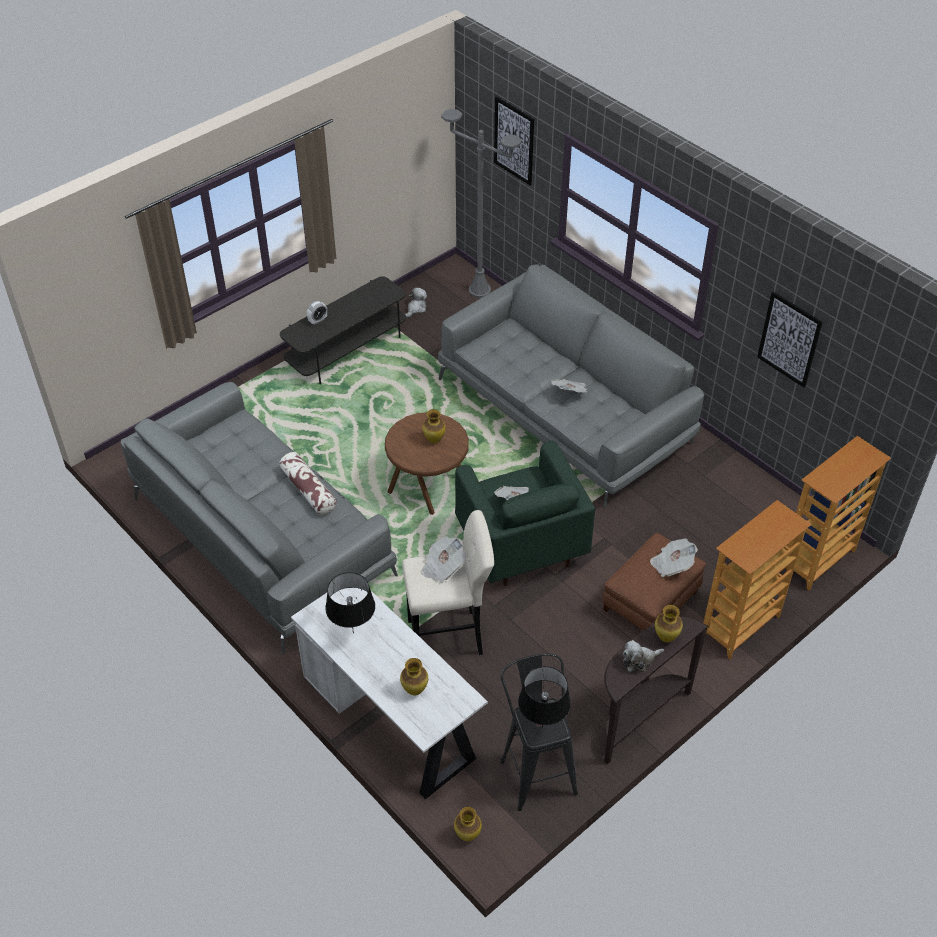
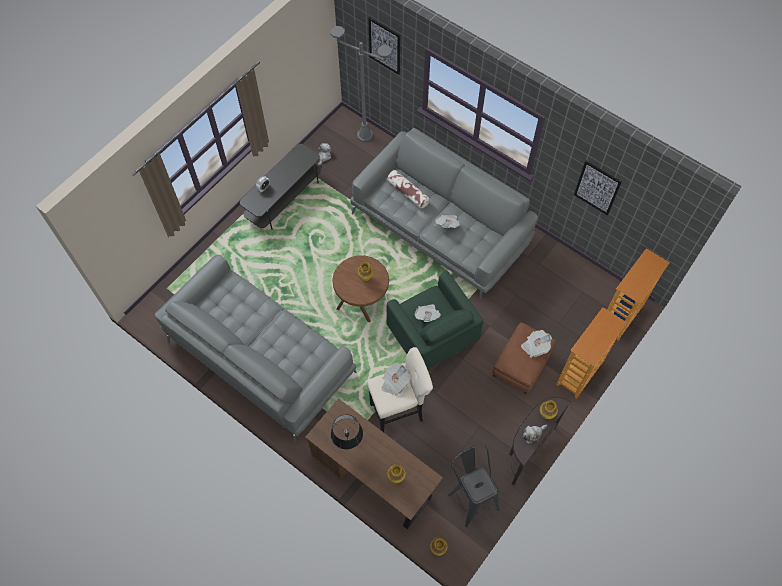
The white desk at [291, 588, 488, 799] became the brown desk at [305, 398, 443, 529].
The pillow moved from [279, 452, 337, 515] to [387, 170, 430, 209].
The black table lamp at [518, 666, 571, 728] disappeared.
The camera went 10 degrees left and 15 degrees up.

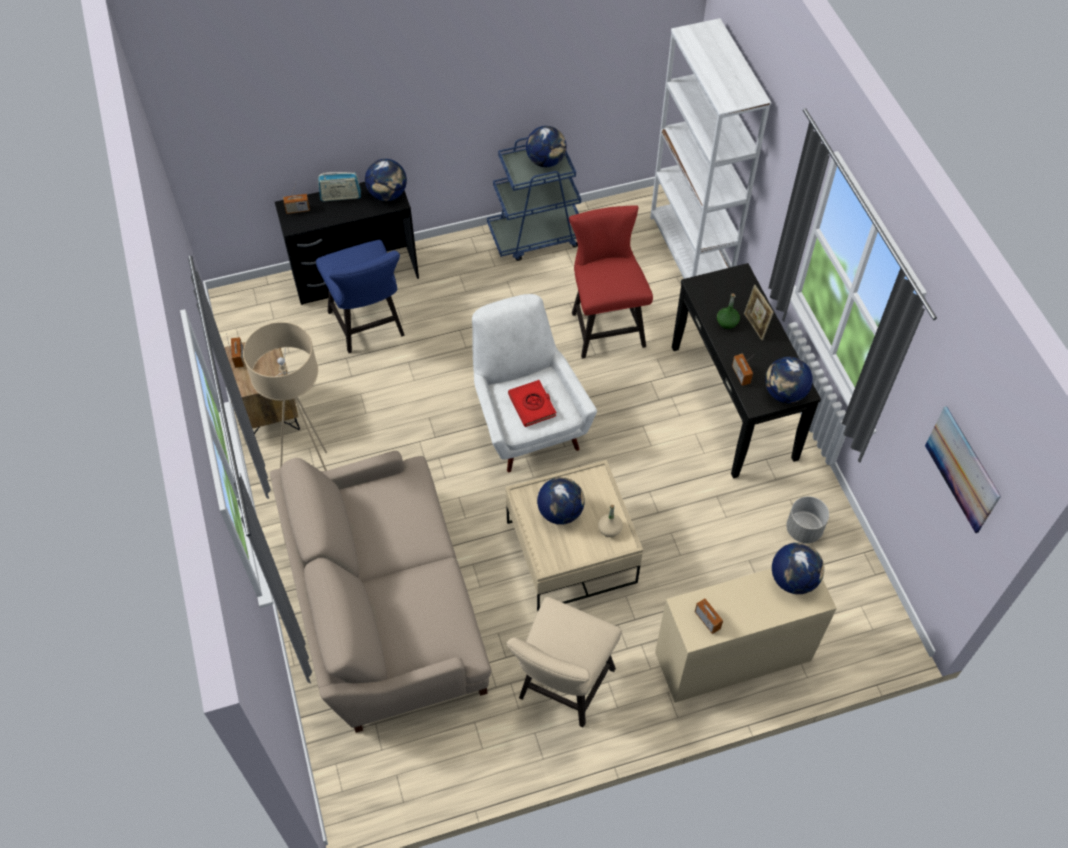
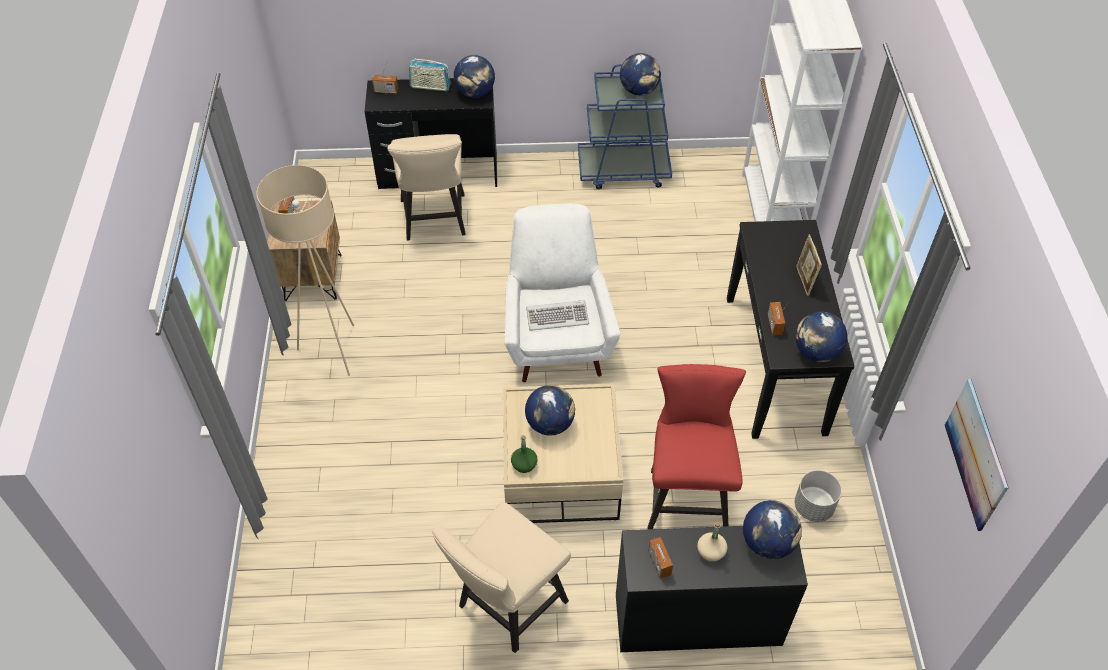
The blue chair at [316, 240, 404, 353] became the beige chair at [387, 134, 465, 241].
The green bottle moved from [717, 293, 740, 329] to [511, 435, 538, 473].
The red book at [508, 380, 556, 427] was replaced by the keyboard at [526, 300, 589, 331].
The beige desk at [655, 568, 837, 703] became the black desk at [616, 526, 808, 652].
The red chair moved from [569, 205, 653, 359] to [648, 364, 746, 529].
The beige bottle moved from [598, 505, 623, 537] to [697, 522, 727, 562].
The beige sofa at [270, 451, 491, 733] disappeared.
The camera went 15 degrees right and 5 degrees down.

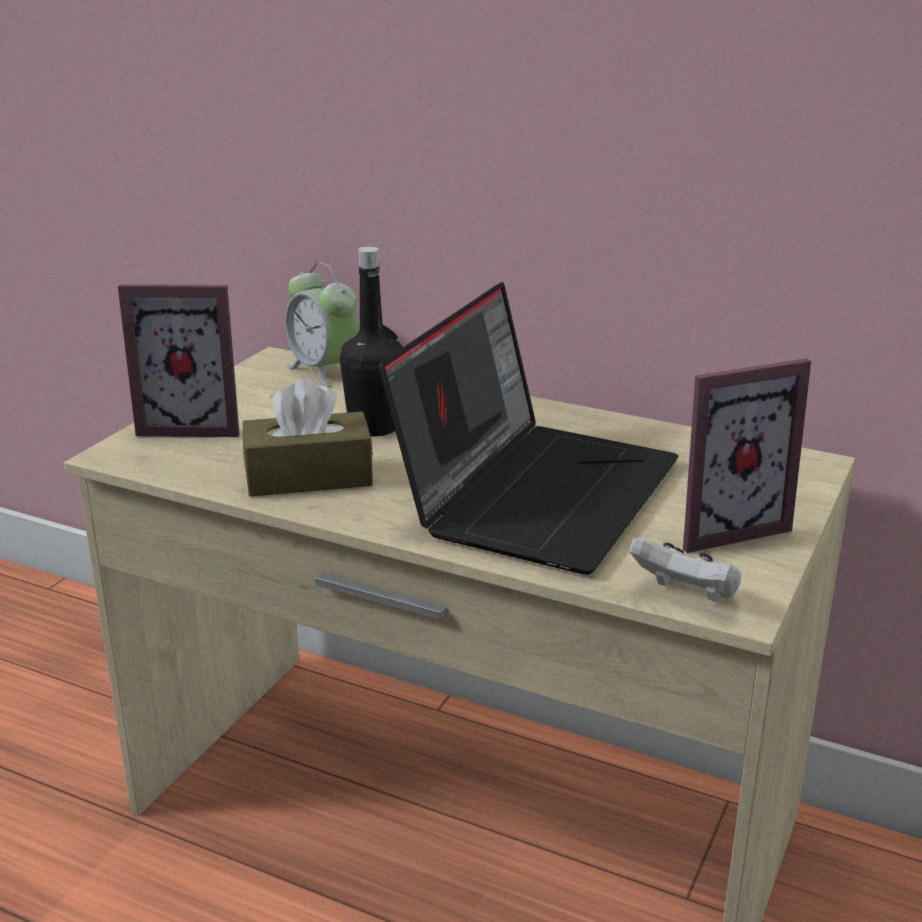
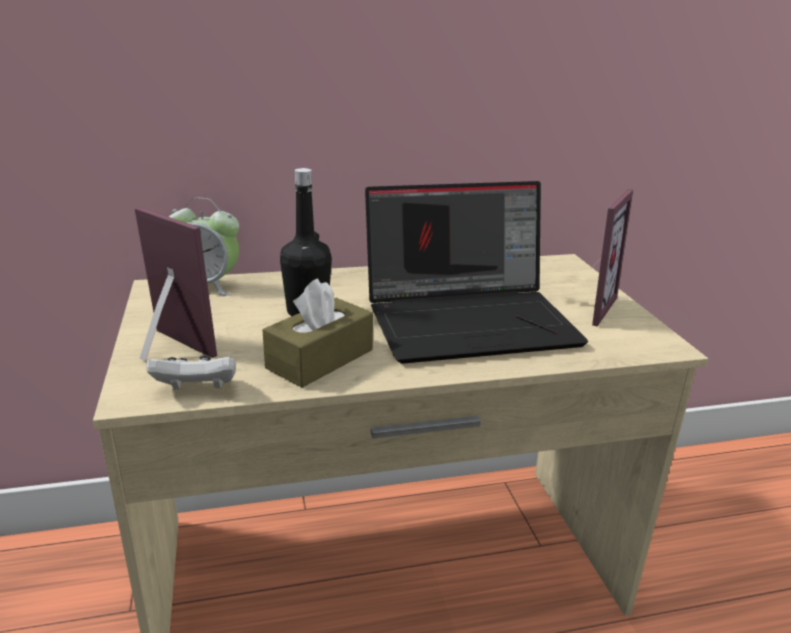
The picture frame at [118, 284, 239, 437] turned 105 degrees counterclockwise.
The white game controller moved from [629, 537, 741, 602] to [146, 355, 236, 390].
The laptop at [379, 282, 679, 575] turned 90 degrees clockwise.
The camera went 40 degrees left and 0 degrees up.

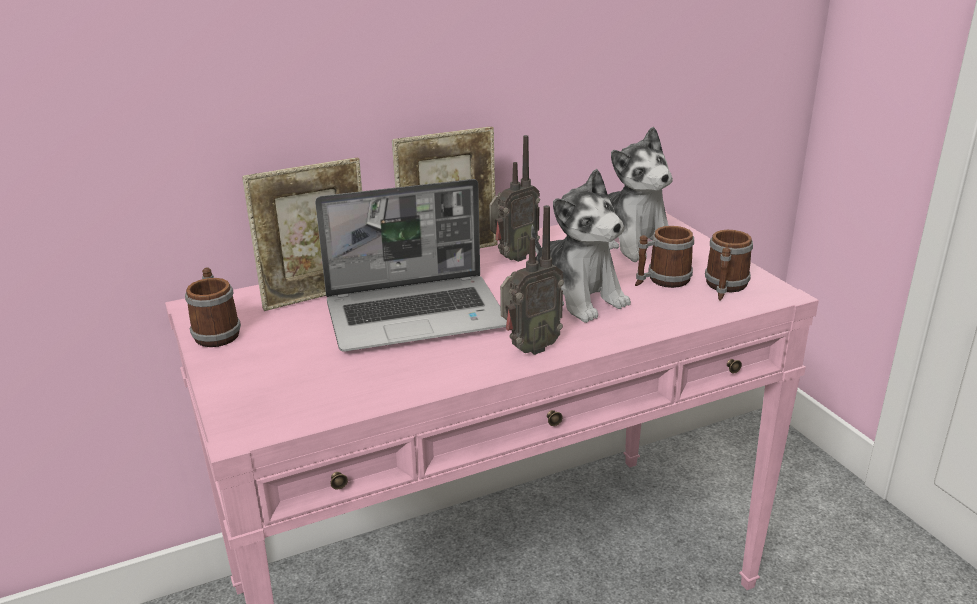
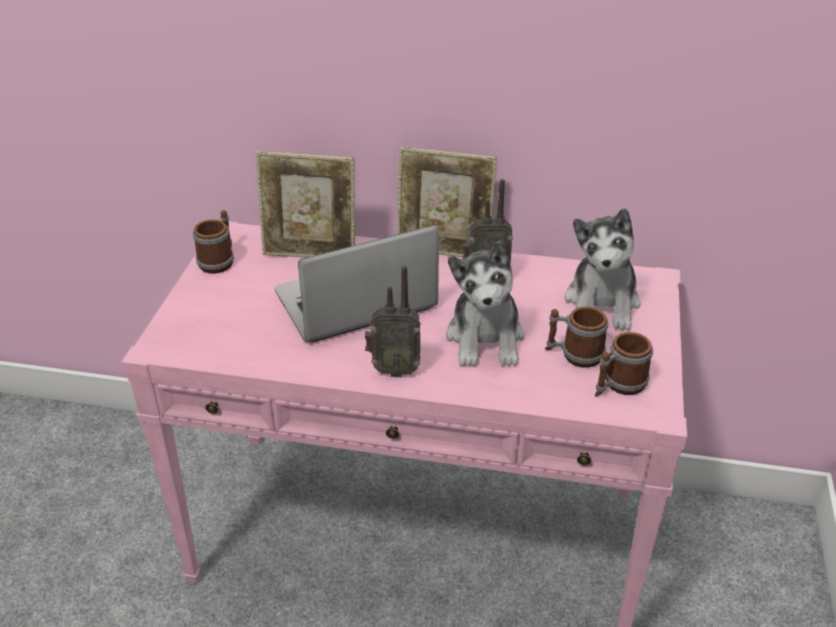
The laptop at [315, 179, 507, 352] turned 135 degrees clockwise.
The camera went 35 degrees right and 10 degrees up.

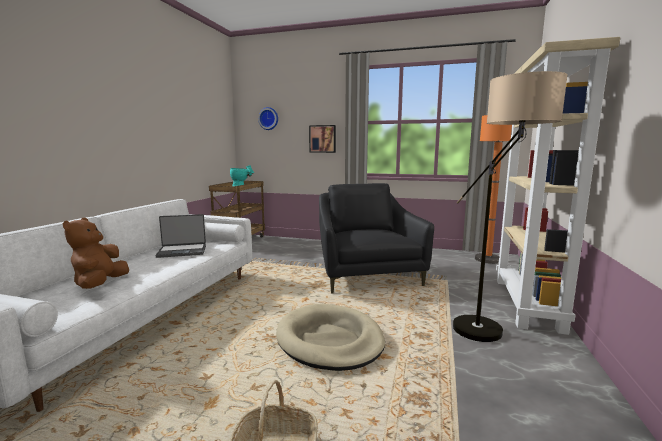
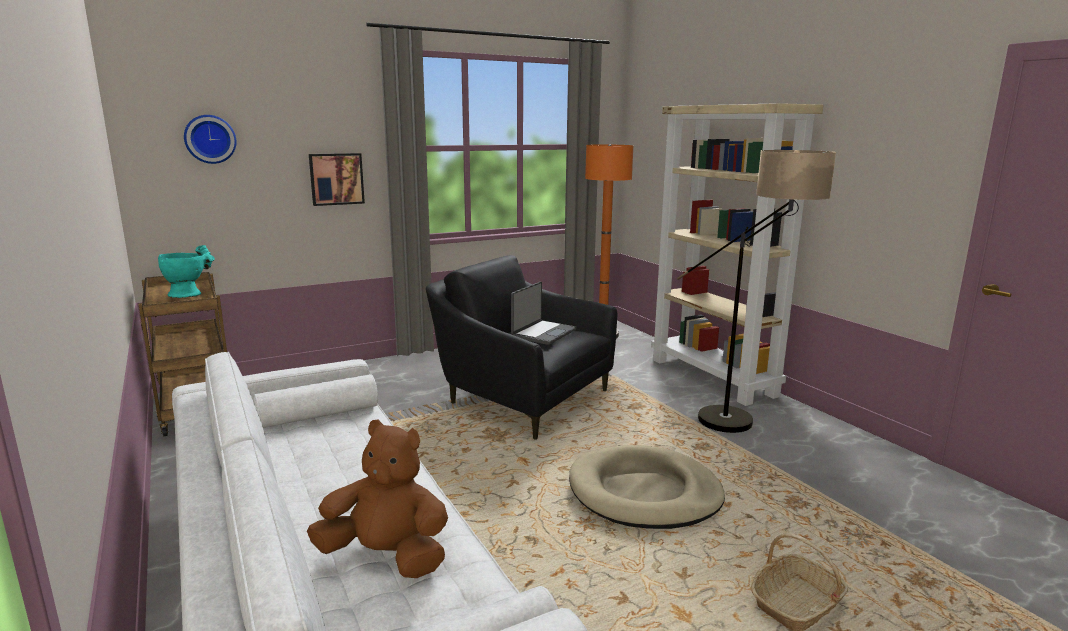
The brown plush toy at [63, 218, 129, 289] turned 150 degrees clockwise.
The laptop moved from [155, 214, 206, 258] to [511, 282, 577, 345].
The camera went 45 degrees left and 5 degrees up.

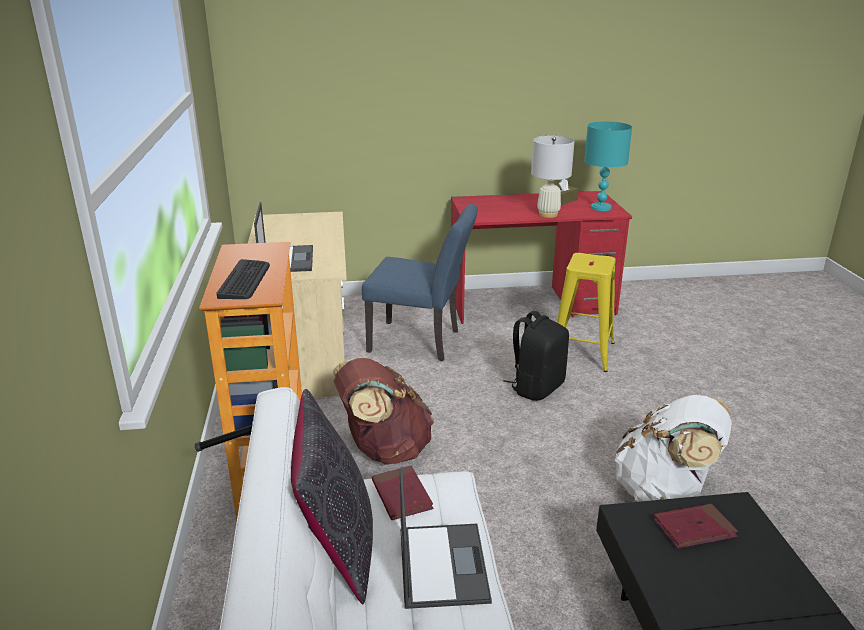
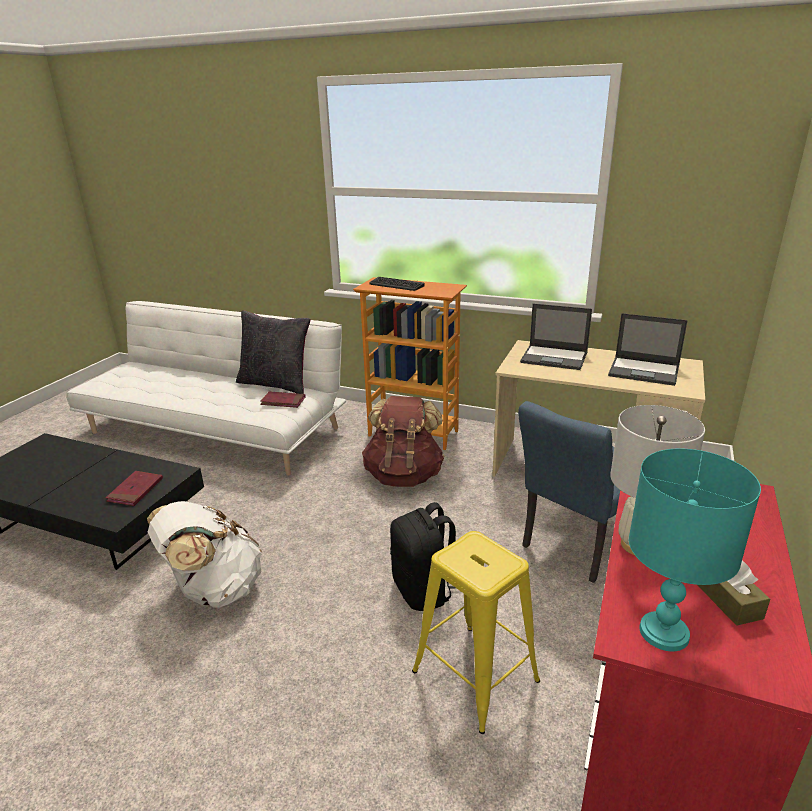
The laptop moved from [400, 467, 492, 609] to [608, 313, 688, 386].
The camera went 120 degrees right and 0 degrees up.

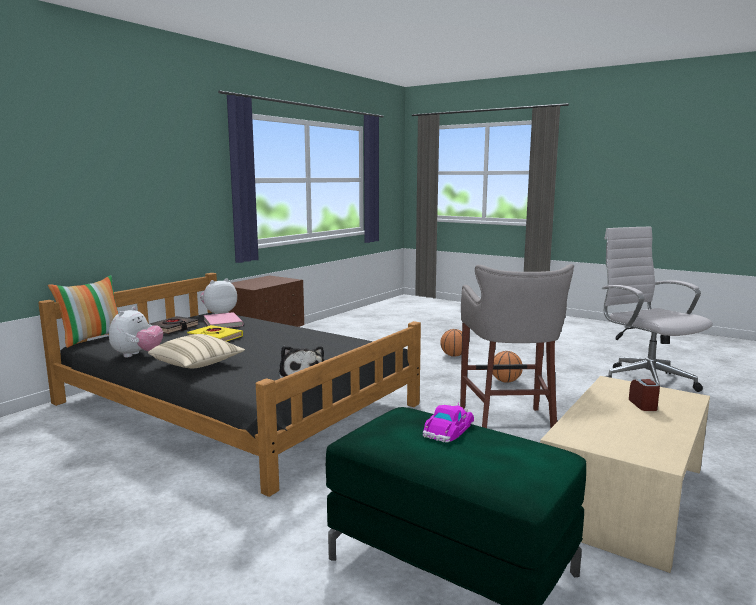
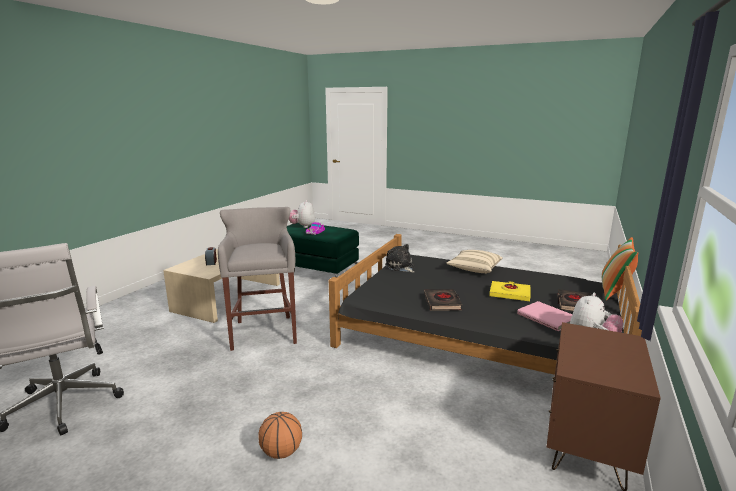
The plush toy moved from [109, 307, 163, 357] to [289, 200, 315, 228].
The black book at [424, 289, 462, 311] appeared.
The basketball at [493, 351, 523, 383] disappeared.
The camera went 170 degrees right and 5 degrees up.

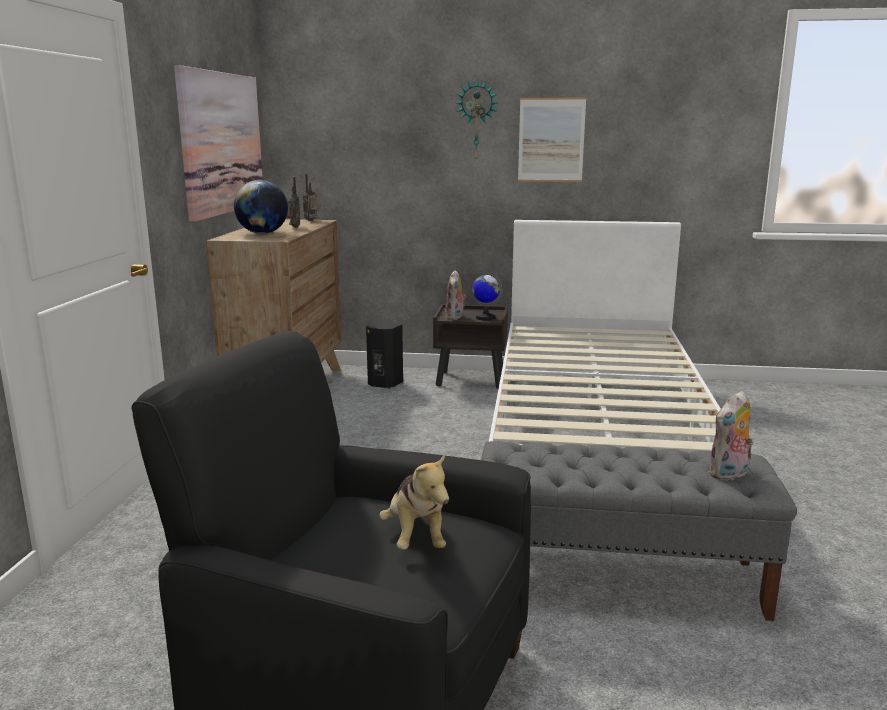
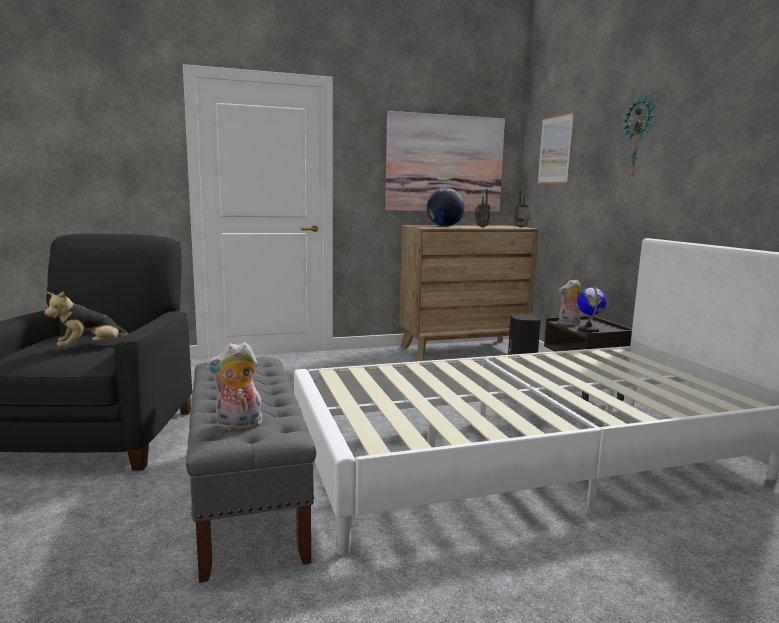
The plush toy at [709, 391, 754, 481] turned 45 degrees counterclockwise.
The picture moved from [518, 97, 586, 182] to [538, 112, 574, 184].
The camera went 65 degrees right and 5 degrees down.

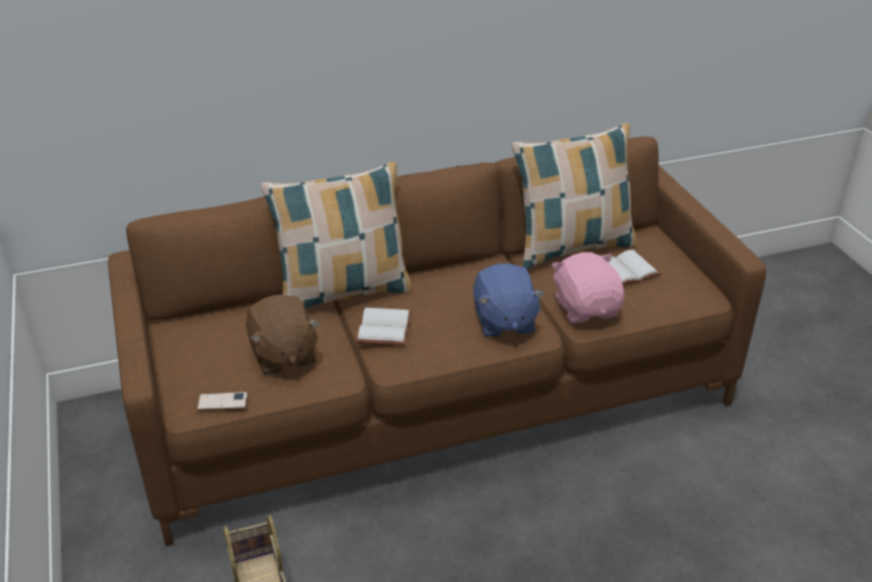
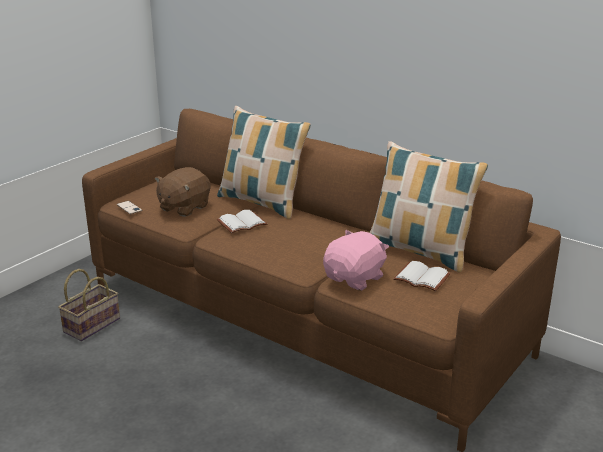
The blue plush toy at [473, 263, 545, 338] disappeared.
The camera went 55 degrees right and 10 degrees down.

